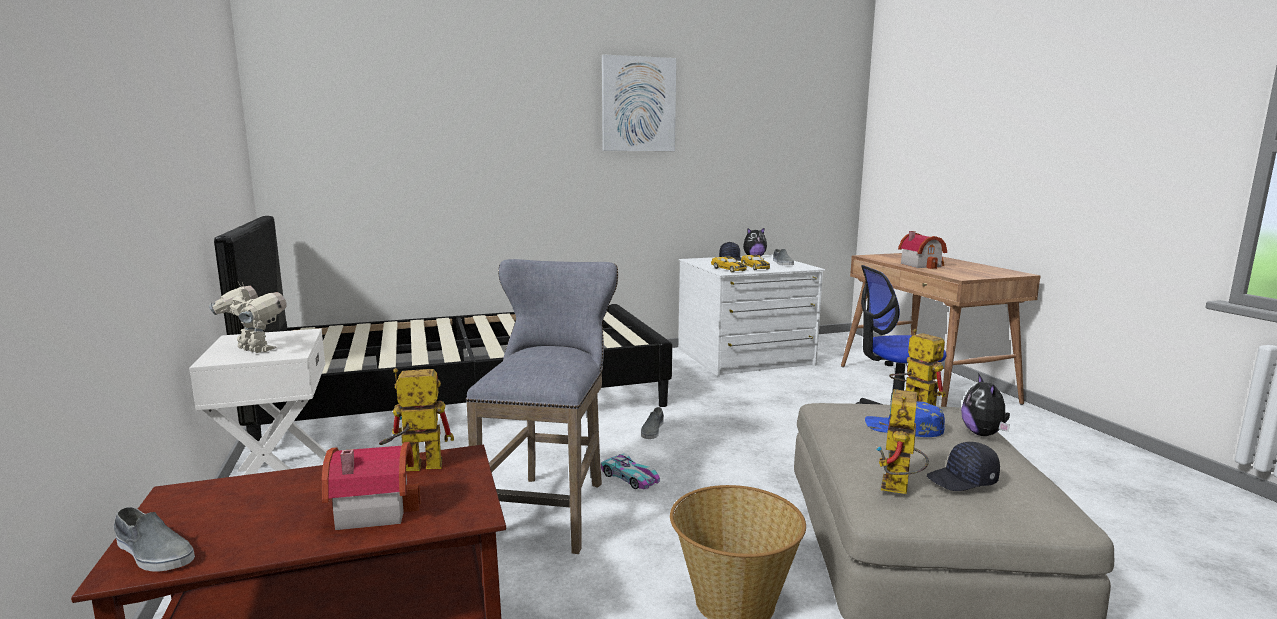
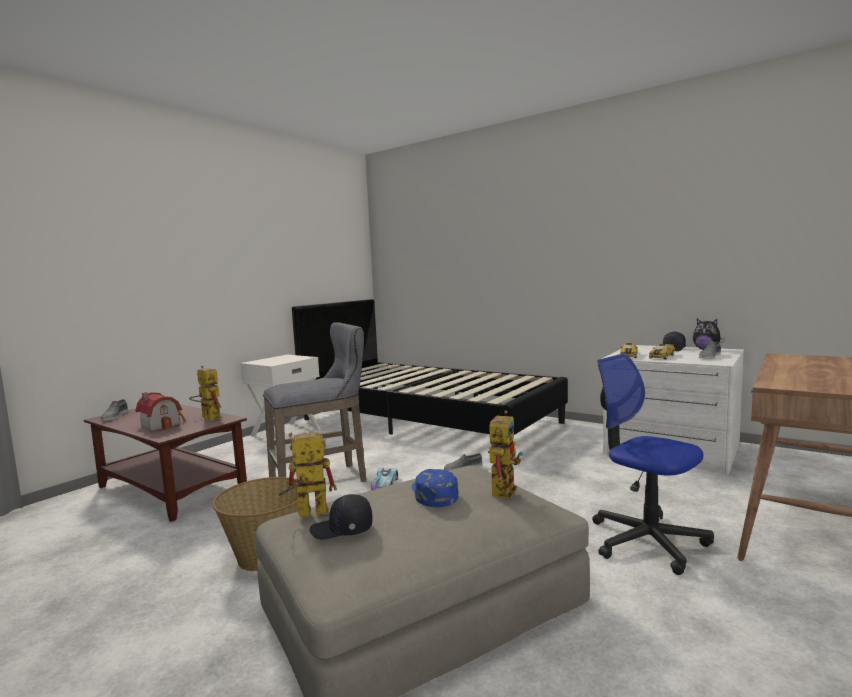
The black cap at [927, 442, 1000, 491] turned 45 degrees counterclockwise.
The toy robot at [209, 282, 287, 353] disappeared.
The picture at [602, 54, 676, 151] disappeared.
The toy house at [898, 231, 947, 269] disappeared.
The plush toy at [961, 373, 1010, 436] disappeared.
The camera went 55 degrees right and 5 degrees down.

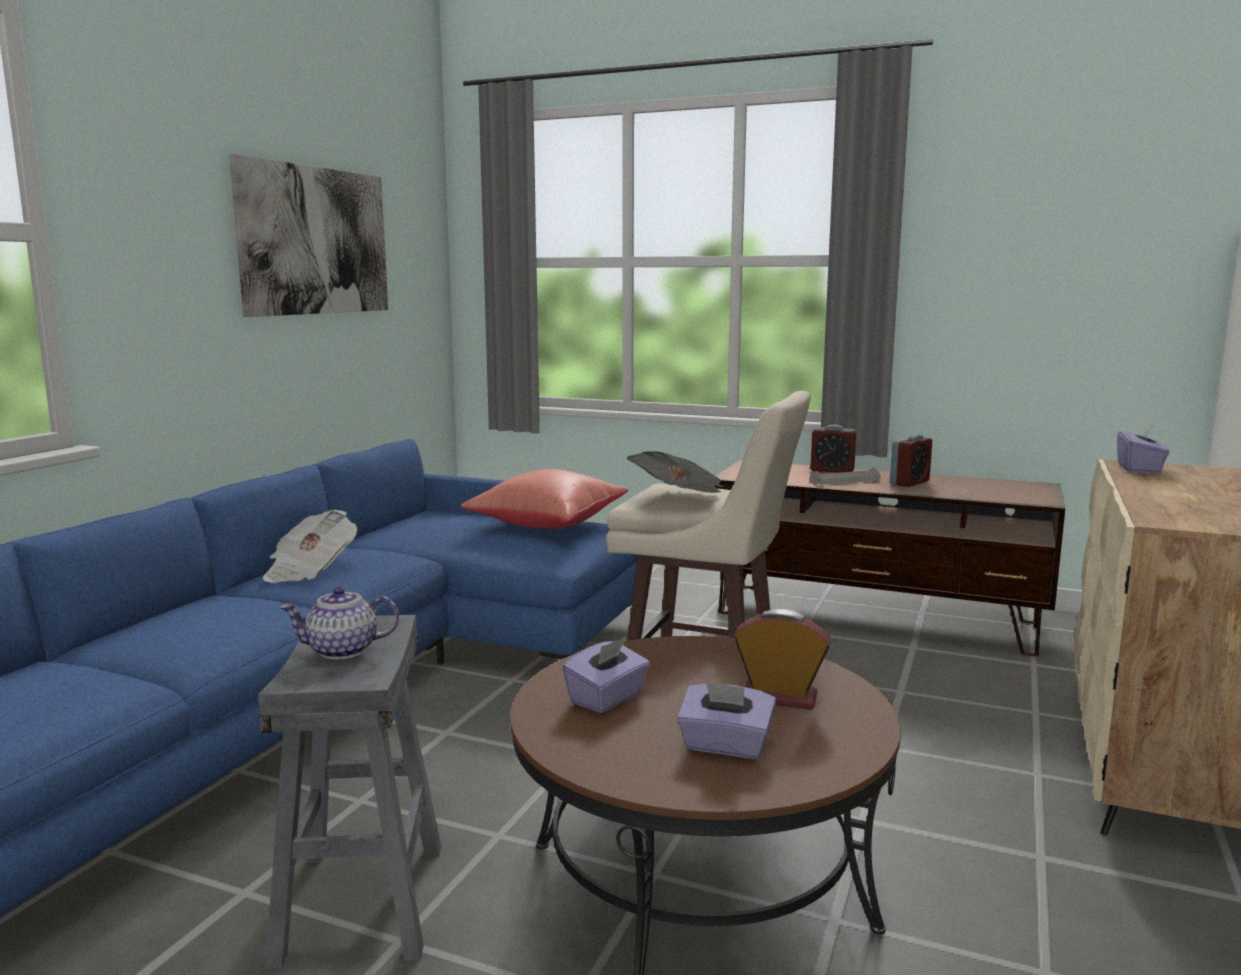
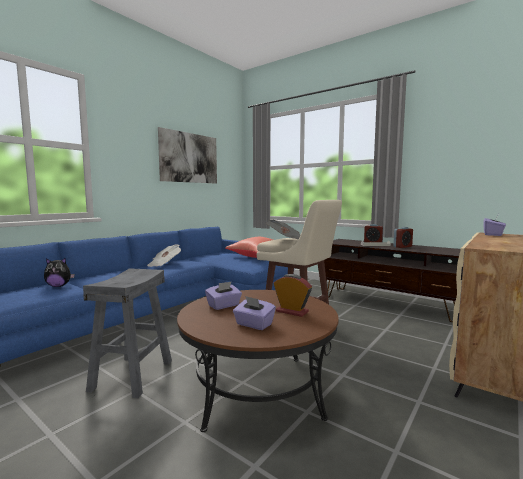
The plush toy at [44, 258, 75, 287] appeared.
The teapot at [280, 586, 399, 659] disappeared.
The camera went 15 degrees right and 5 degrees down.

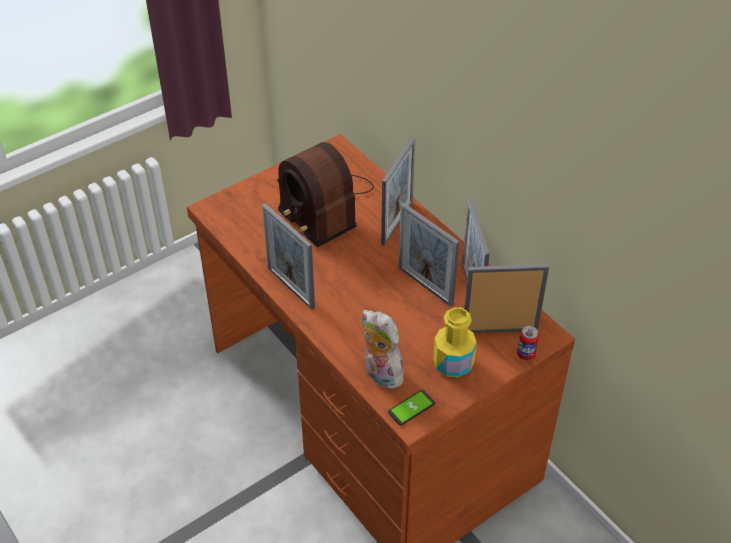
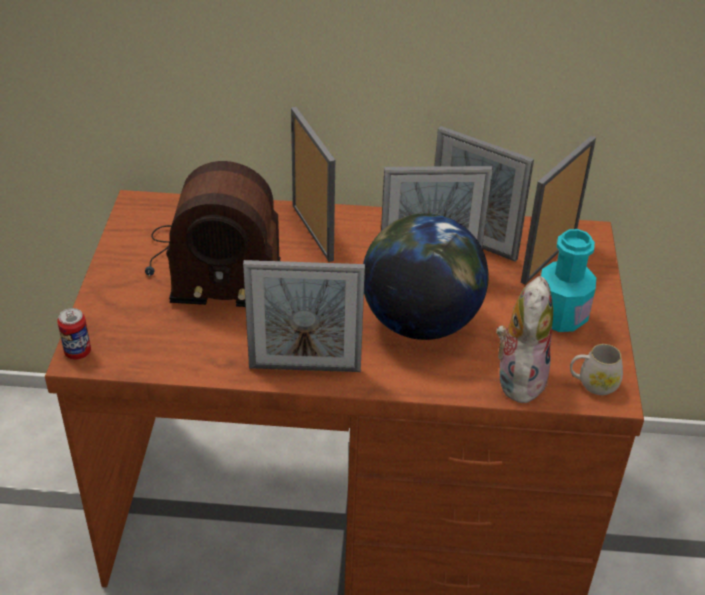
The can moved from [517, 326, 539, 360] to [57, 308, 91, 360].
The globe at [363, 213, 489, 340] appeared.
The plush toy at [362, 310, 404, 389] turned 105 degrees clockwise.
The yellow bottle at [433, 307, 477, 378] became the turquoise bottle at [541, 229, 596, 332].
The phone at [388, 390, 435, 425] was replaced by the white mug at [570, 344, 623, 395].
The camera went 50 degrees left and 5 degrees down.

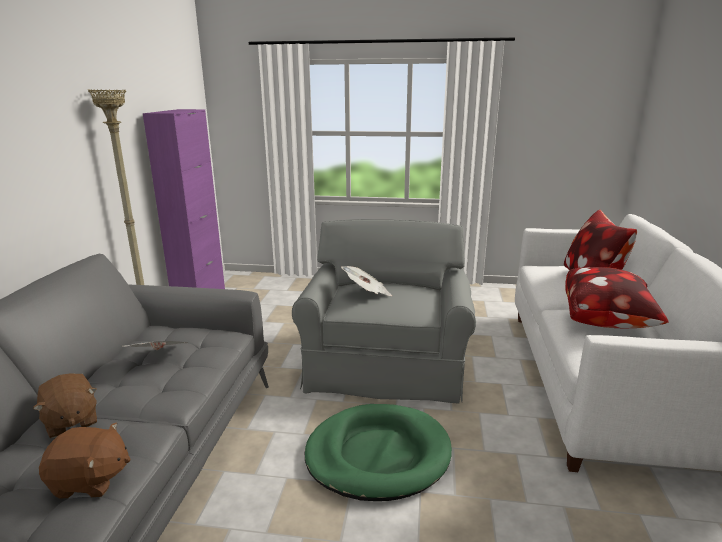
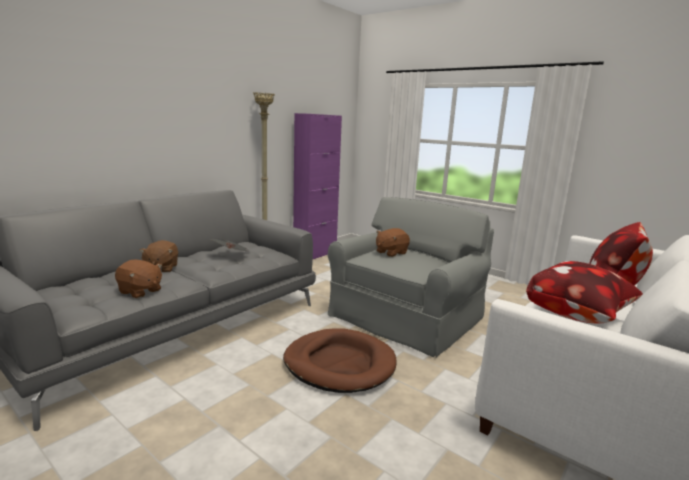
The green dog bed at [305, 404, 452, 501] became the brown dog bed at [283, 329, 397, 393].
The newspaper at [341, 266, 392, 296] was replaced by the brown plush toy at [376, 228, 410, 257].
The camera went 30 degrees right and 5 degrees down.

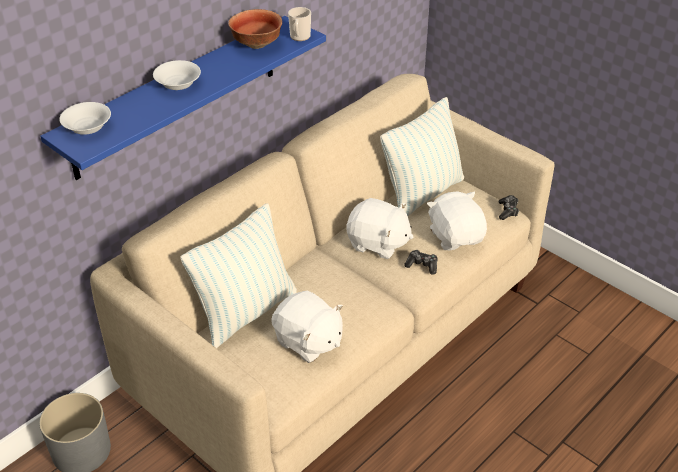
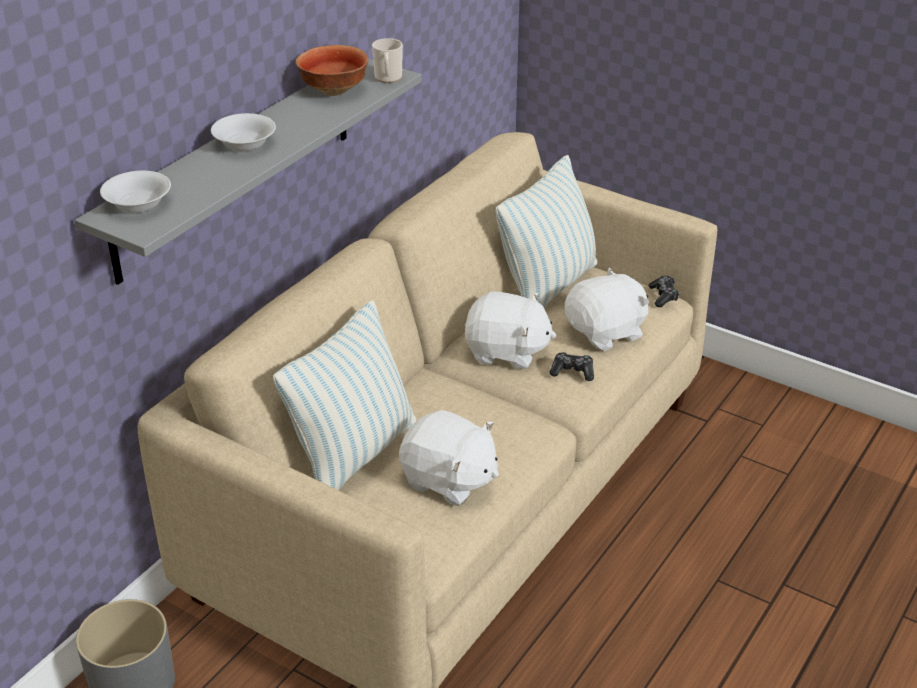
The blue shelf at [40, 16, 326, 180] became the grey shelf at [75, 59, 422, 285].
The white plush toy at [427, 191, 487, 250] turned 90 degrees clockwise.
The camera went 10 degrees left and 5 degrees down.

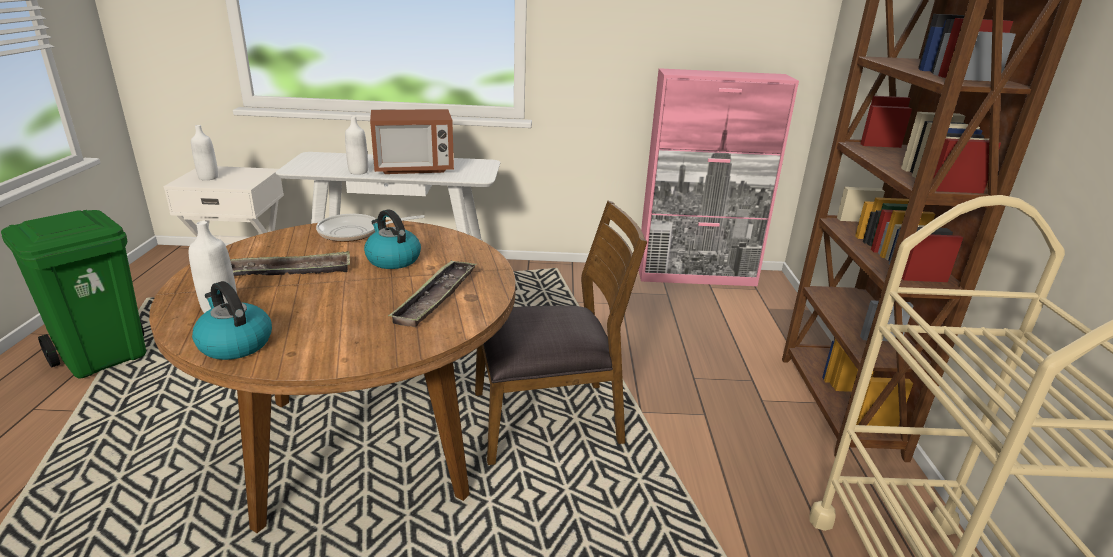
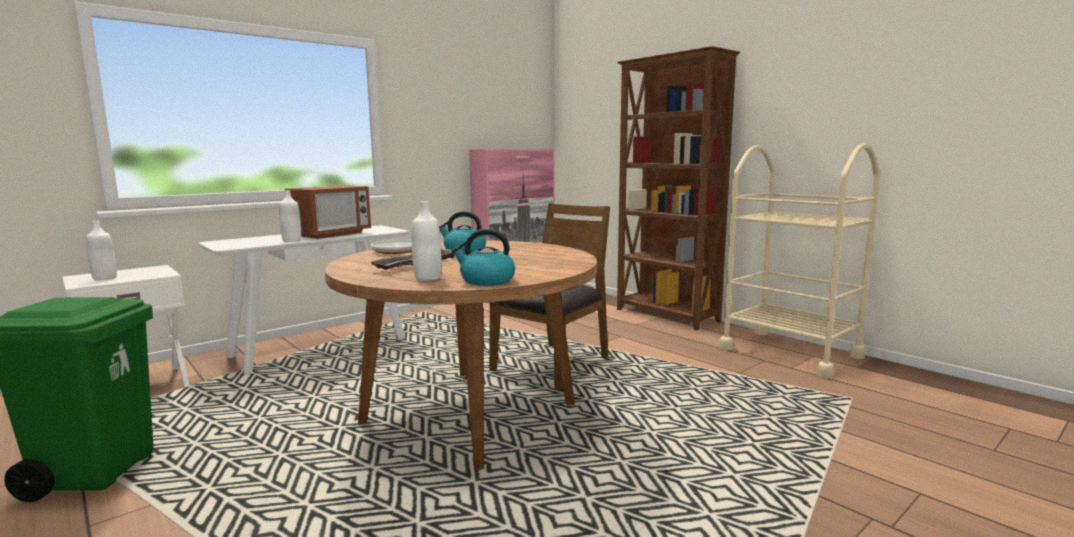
The tray at [388, 260, 477, 327] disappeared.
The camera went 40 degrees left and 15 degrees down.

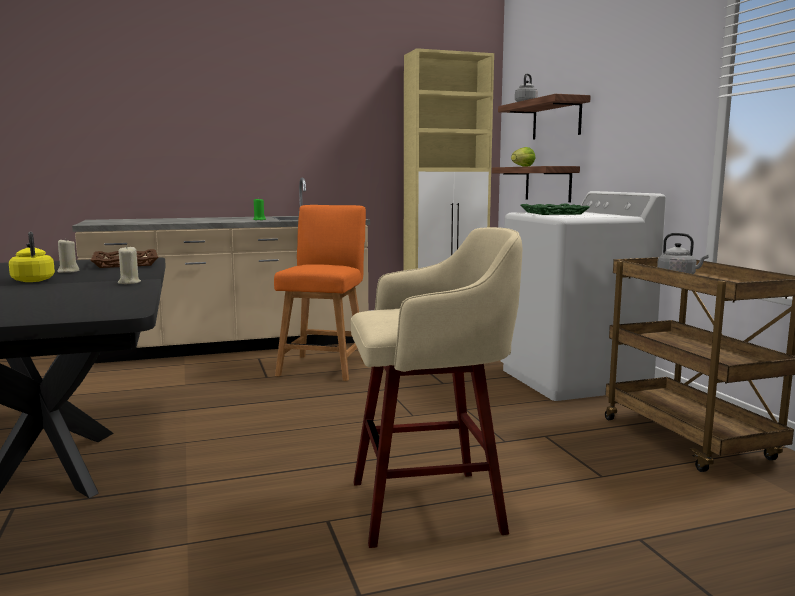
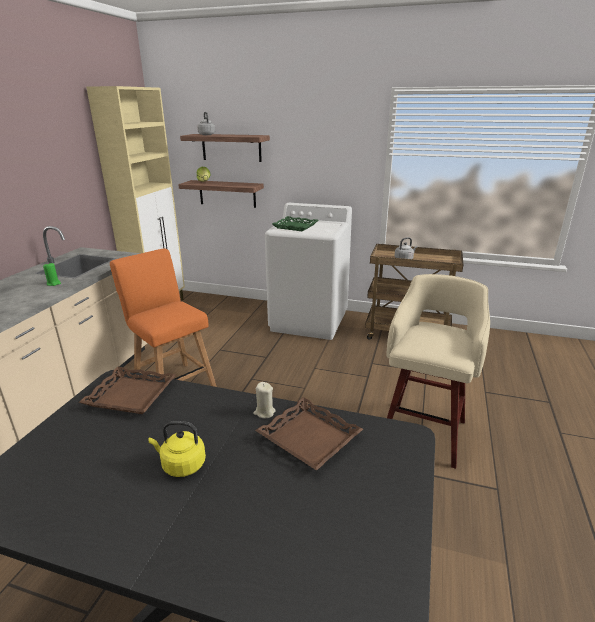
The brown tray at [255, 397, 363, 471] appeared.
The beige candle at [57, 238, 80, 273] disappeared.
The camera went 55 degrees left and 15 degrees up.

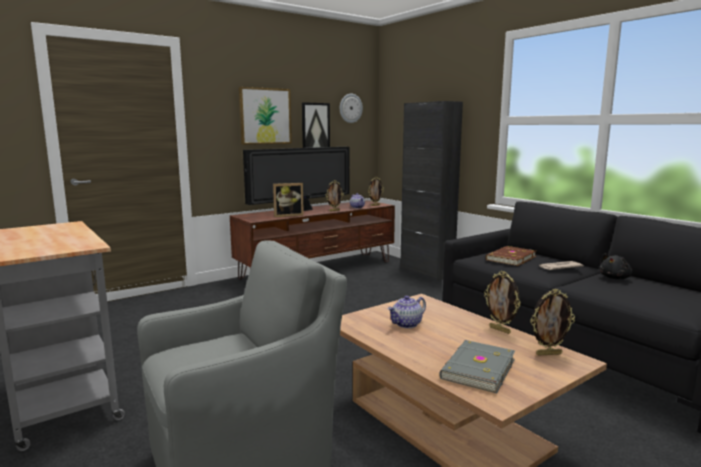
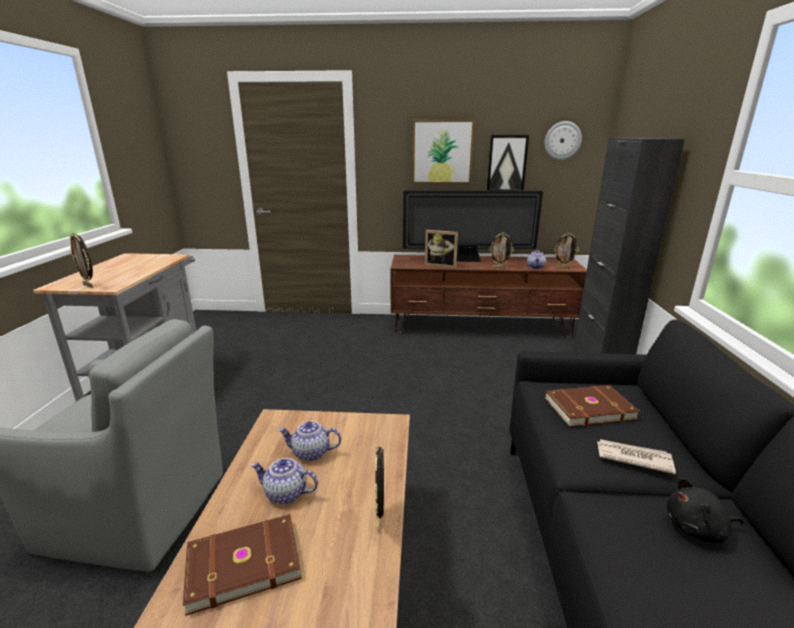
The picture frame moved from [531, 289, 575, 355] to [70, 232, 93, 288].
The grey book at [439, 340, 515, 393] became the brown book at [183, 514, 302, 616].
The teapot at [251, 458, 318, 504] appeared.
The camera went 40 degrees right and 10 degrees up.

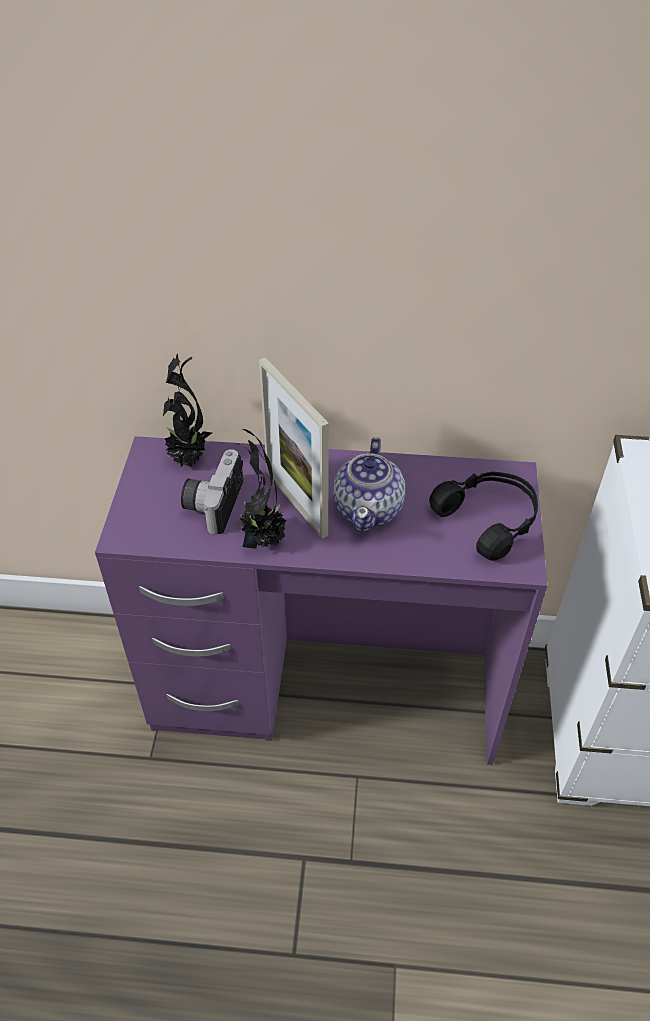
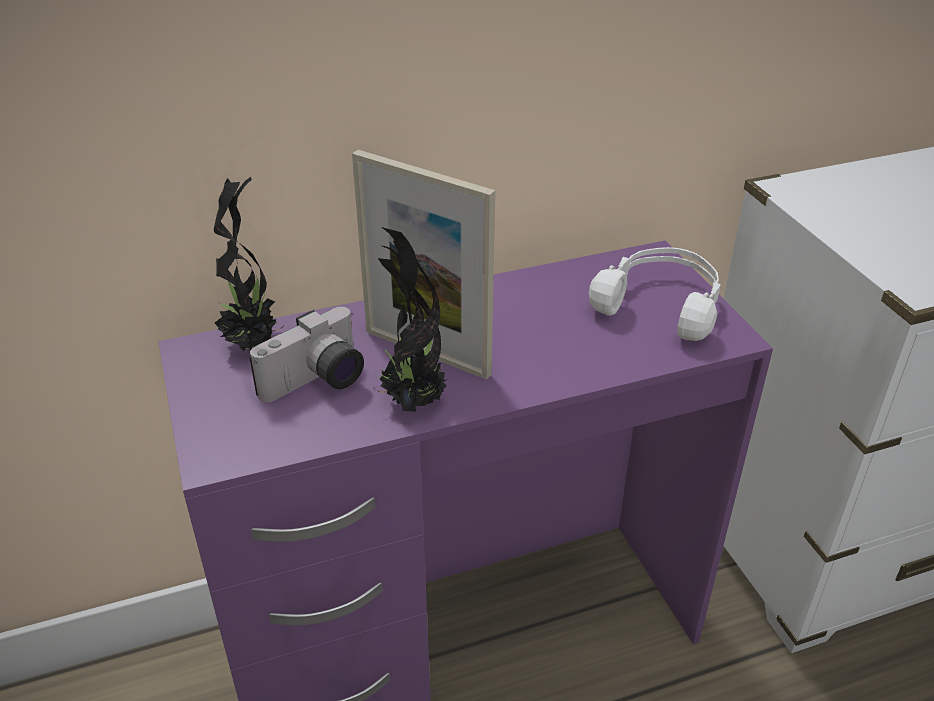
The photo camera at [181, 449, 243, 534] turned 120 degrees counterclockwise.
The black headphones at [429, 472, 538, 561] became the white headphones at [589, 247, 721, 341].
The teapot at [333, 437, 405, 532] disappeared.
The camera went 25 degrees left and 10 degrees down.

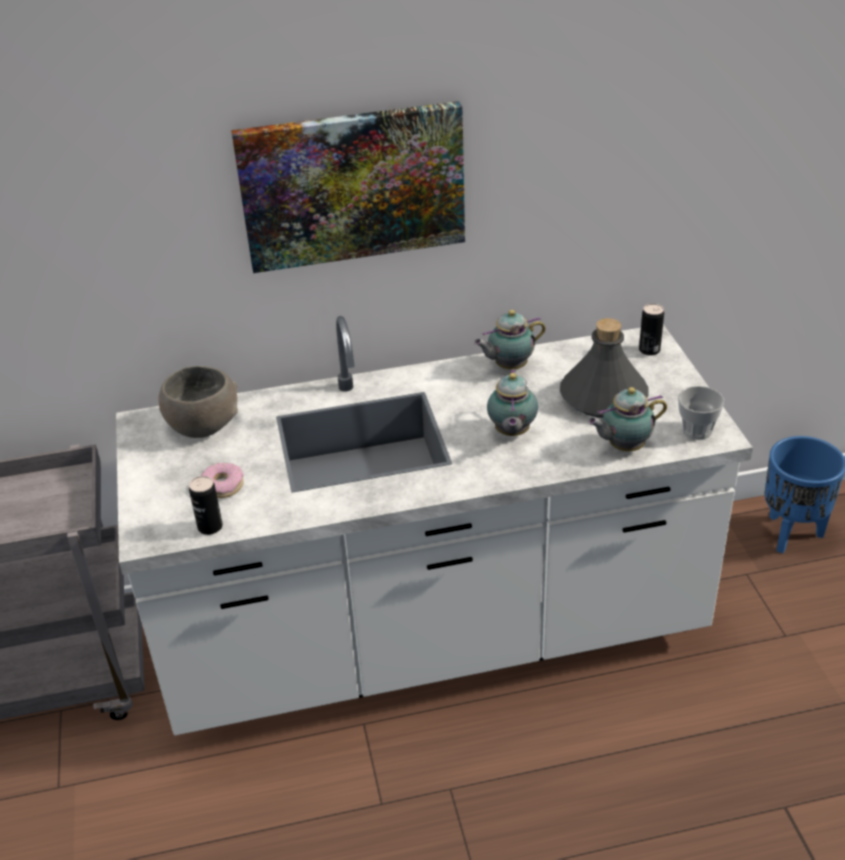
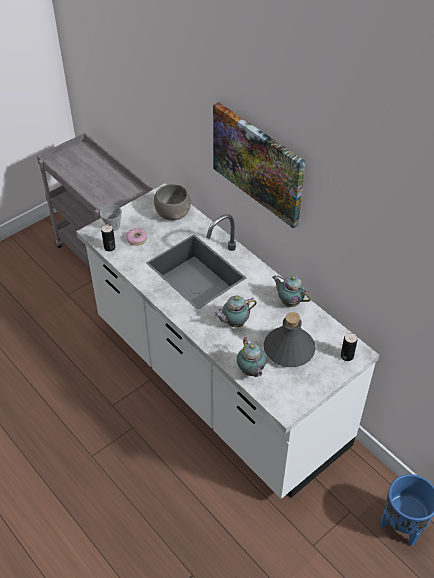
The cup moved from [678, 386, 724, 440] to [100, 205, 122, 231].
The teapot at [588, 387, 667, 451] turned 150 degrees counterclockwise.
The camera went 60 degrees right and 10 degrees up.

